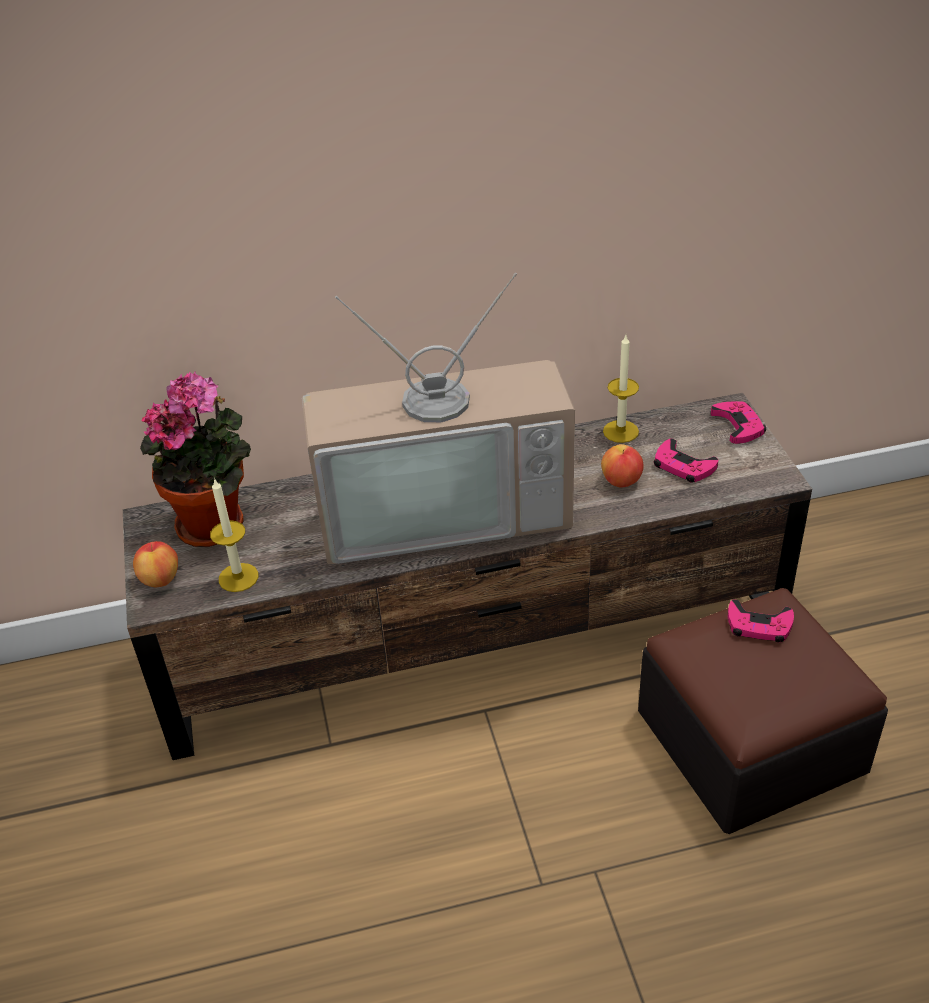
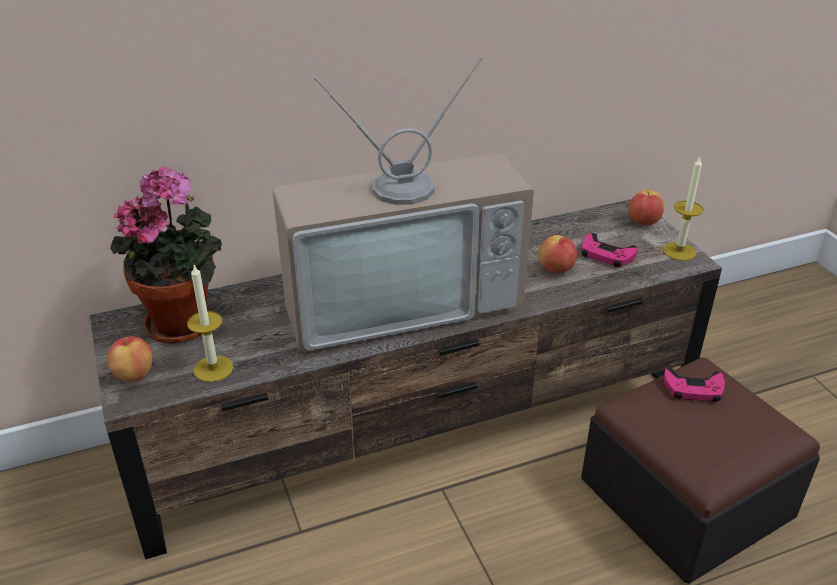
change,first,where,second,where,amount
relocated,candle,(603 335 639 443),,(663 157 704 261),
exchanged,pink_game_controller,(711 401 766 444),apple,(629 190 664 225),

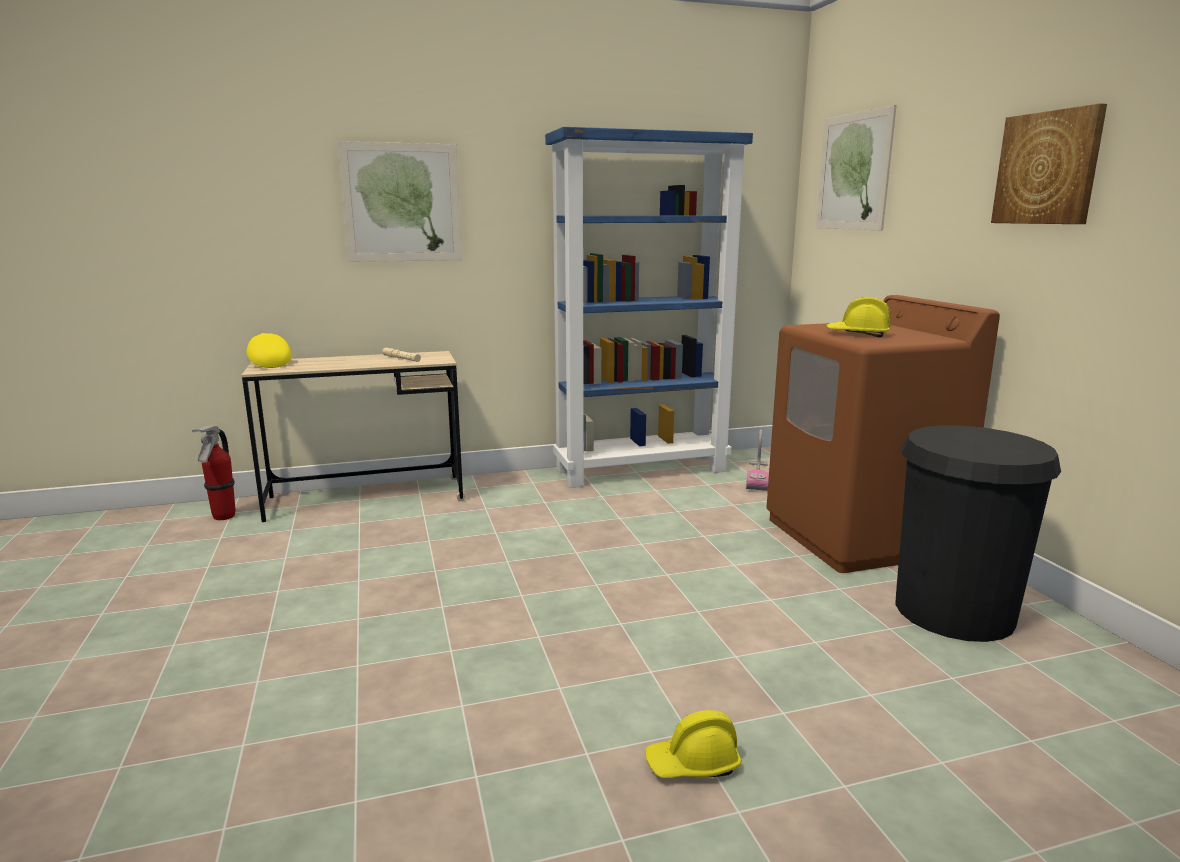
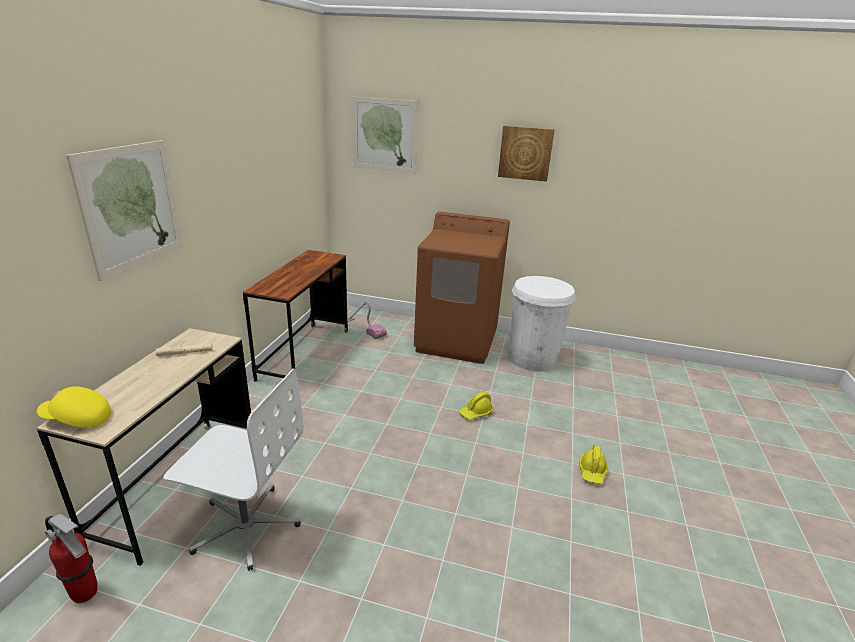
change,first,where,second,where,amount
exchanged,blue_bookcase,(545 127 753 488),brown_desk,(243 250 348 382),
relocated,yellow_hard_hat,(826 297 890 338),,(459 392 494 420),
colour,black_trash_can,(895 425 1061 642),white_trash_can,(508 276 576 372),
appeared,,,white_office_chair,(163 369 304 571),

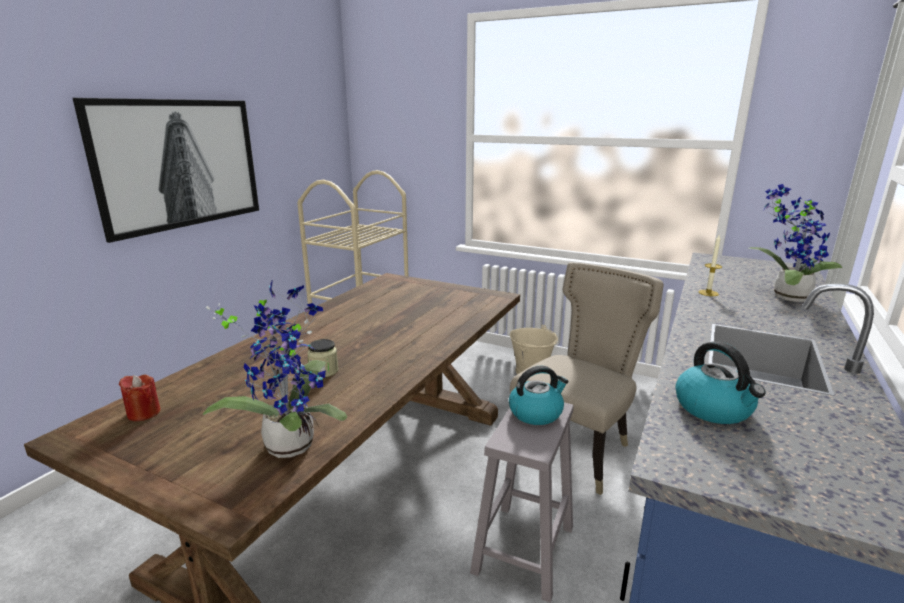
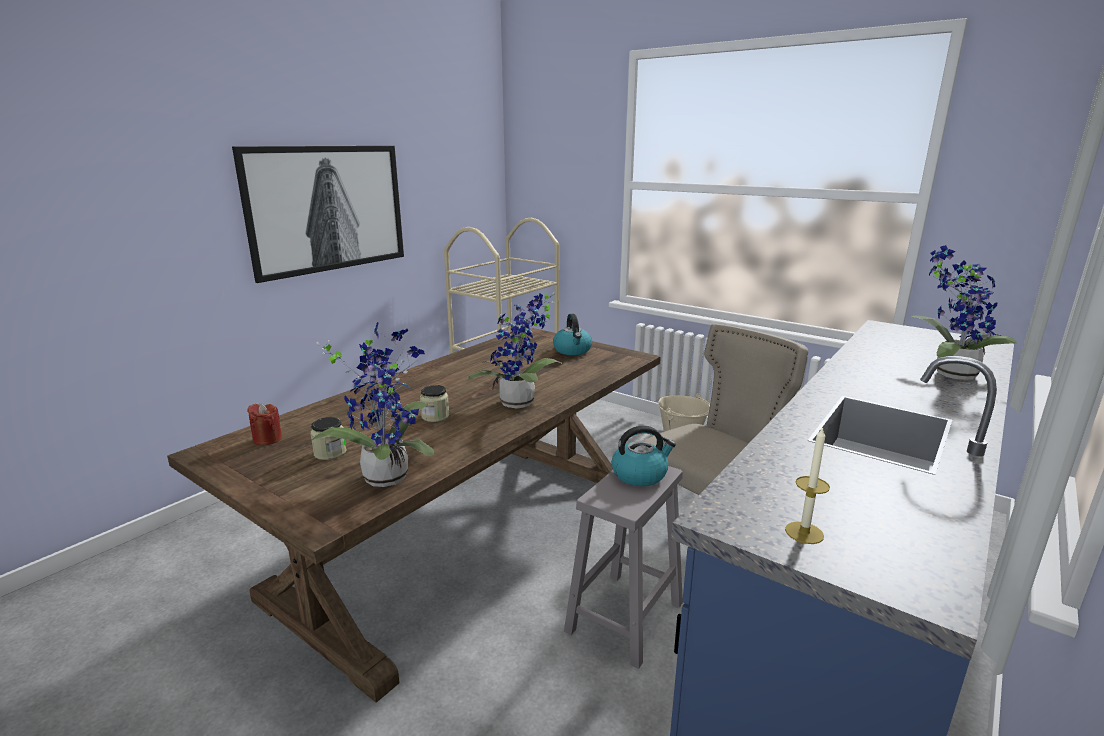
change,first,where,second,where,amount
relocated,candle,(698 235 722 296),,(785 426 830 544),
relocated,kettle,(675 341 766 424),,(553 314 592 355),
appeared,,,potted_plant,(468 292 563 409),
appeared,,,jar,(311 417 347 460),

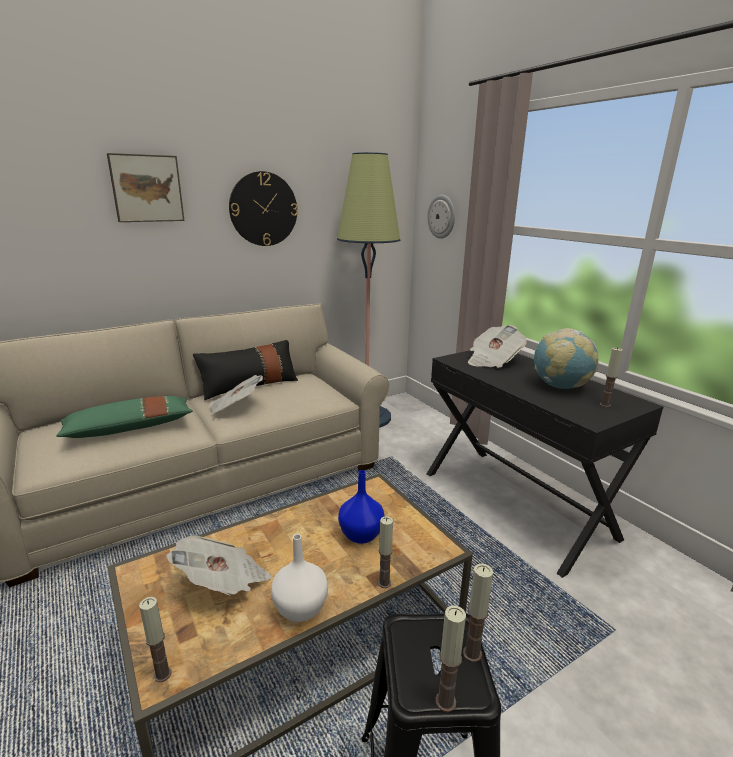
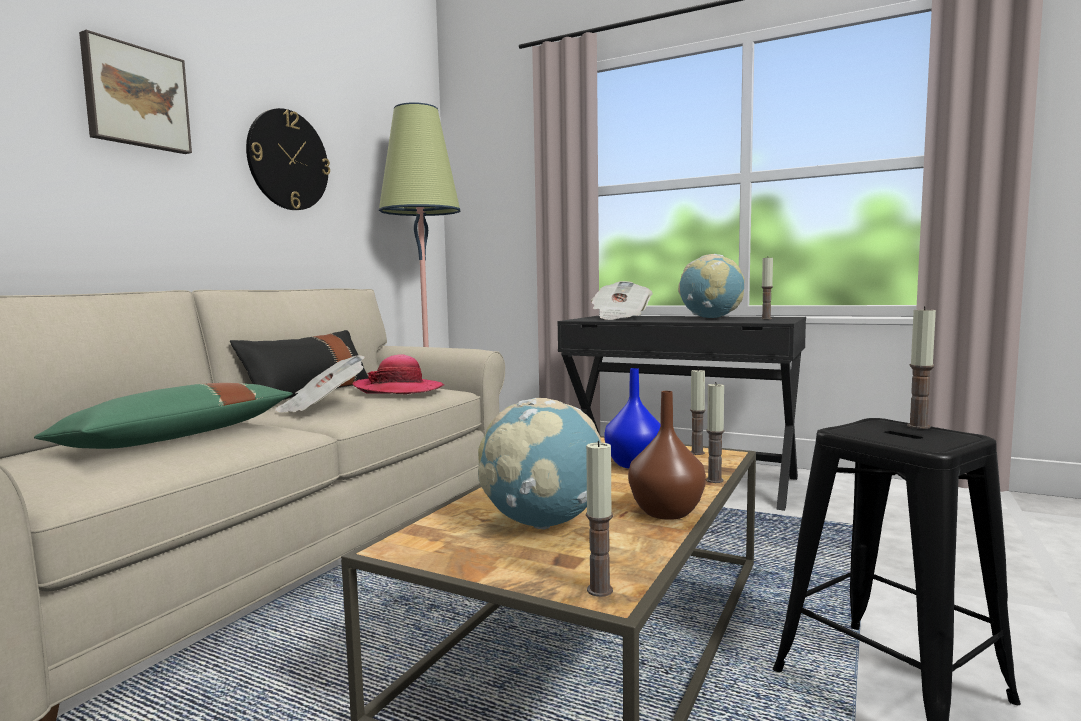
change,first,where,second,where,amount
missing,wall_clock,(427 195 455 239),,,
colour,white_vase,(271 534 328 622),brown_vase,(628 391 706 520),
exchanged,newspaper,(166 535 272 595),globe,(478 398 602 529),
relocated,candle,(435 605 466 712),,(690 368 705 455),
appeared,,,hat,(353 354 444 394),

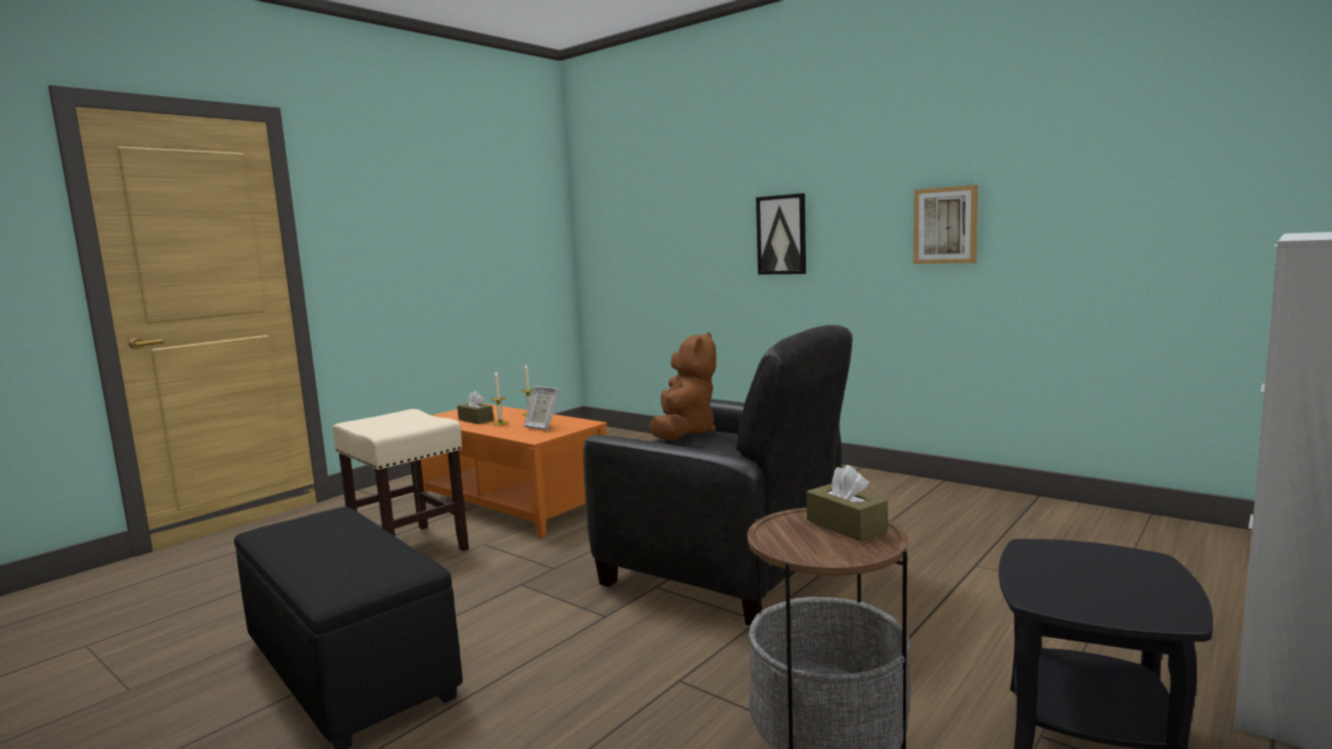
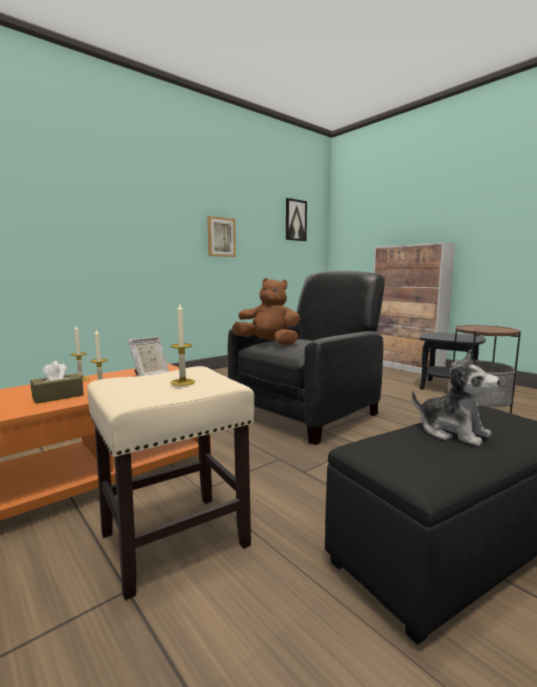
change,first,where,second,where,amount
relocated,picture,(756 193 806 275),,(286 198 307 241),
missing,brown_tissue_box,(806 465 888 541),,,
appeared,,,candle,(170 304 195 386),
appeared,,,plush_toy,(412 350 500 446),

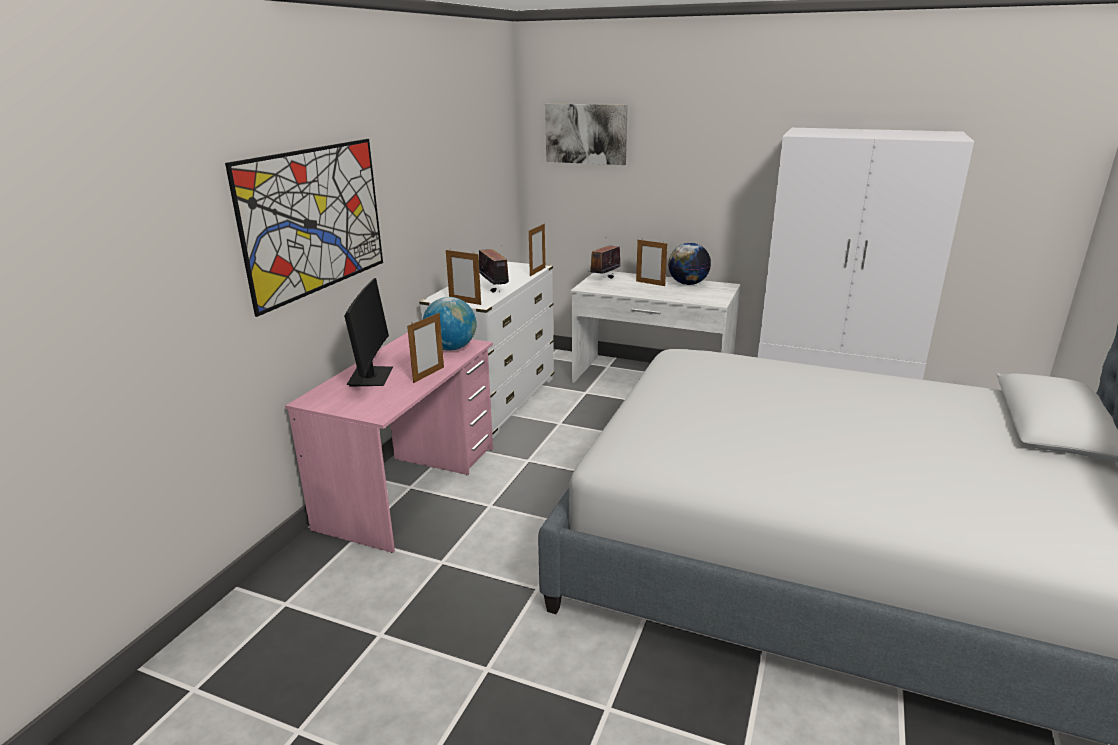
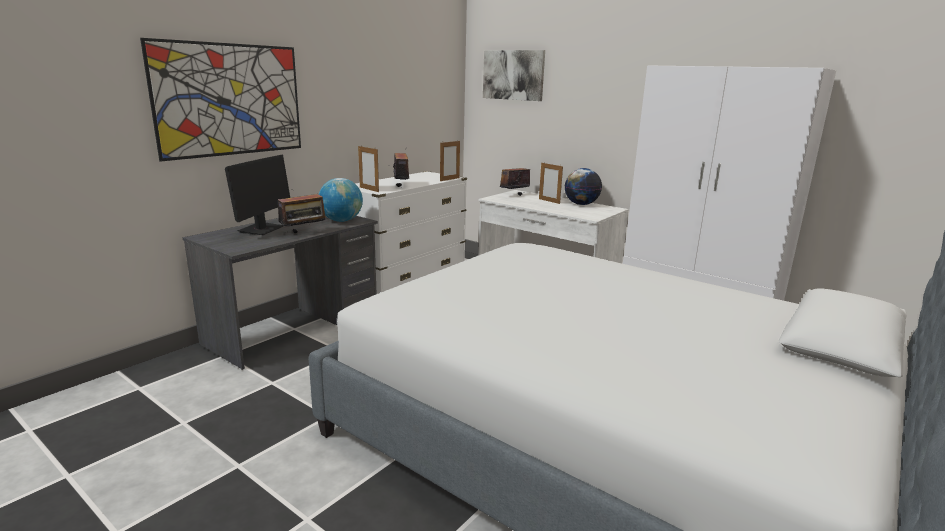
change,first,where,second,where,amount
exchanged,picture_frame,(407 312 444 383),radio,(278 194 328 233),
colour,pink_desk,(285 332 493 553),grey_desk,(183 216 378 370),

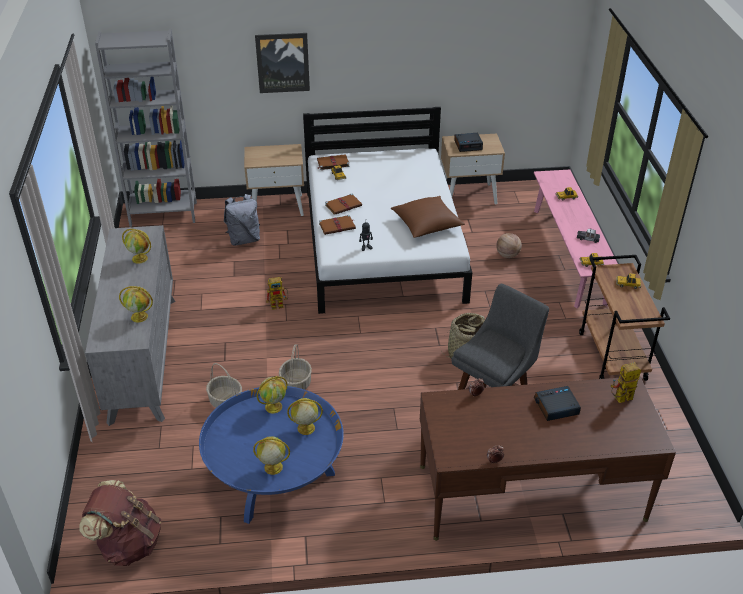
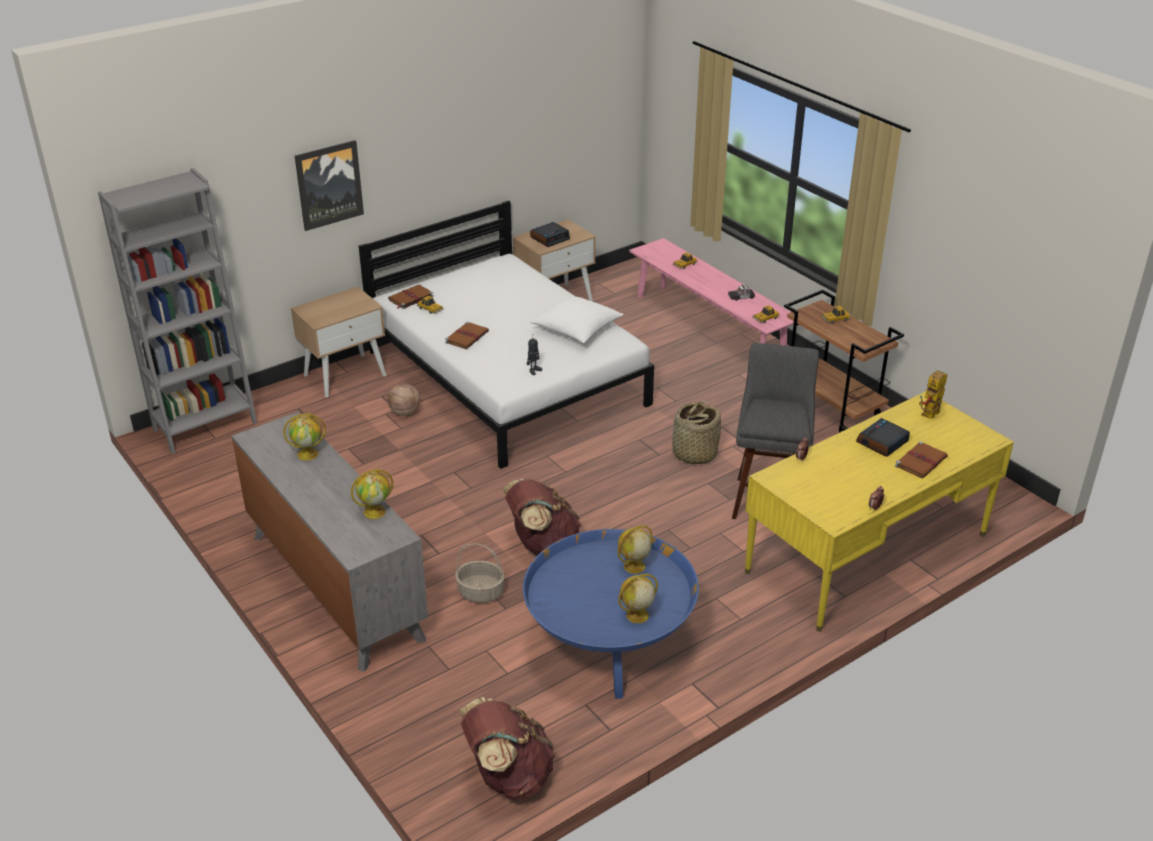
change,first,where,second,where,amount
missing,grey_backpack,(223 194 260 246),,,
colour,brown_pillow,(391 196 465 238),white_pillow,(530 295 624 343),
relocated,brown_book,(319 215 356 235),,(895 441 948 478),
relocated,basketball,(496 233 522 258),,(387 384 420 416),
missing,toy_robot,(266 277 288 310),,,
exchanged,basket,(279 344 312 390),brown_backpack,(503 479 582 555),
missing,globe,(257 376 287 413),,,
colour,brown_desk,(420 376 676 541),yellow_desk,(745 391 1014 632),

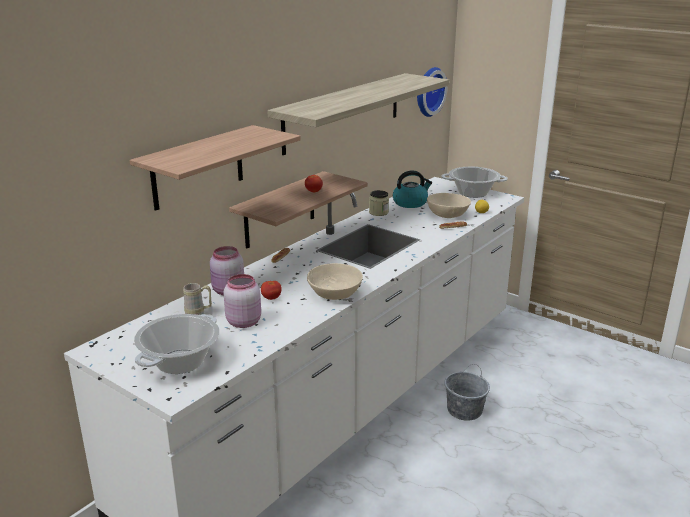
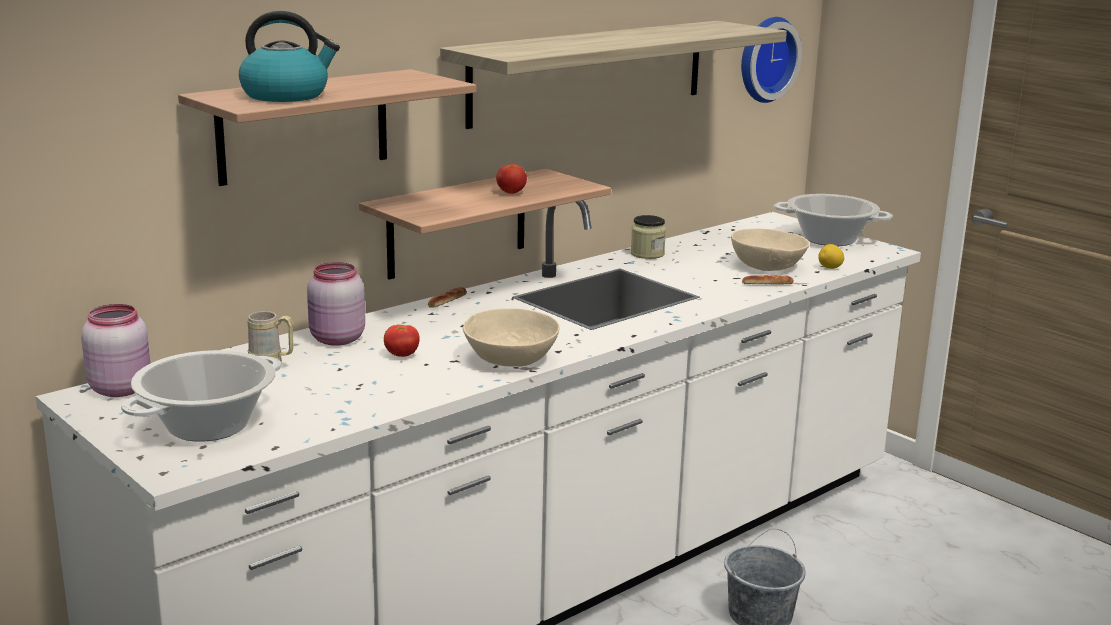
change,first,where,second,where,amount
relocated,kettle,(393 170 432 208),,(239 11 340 102),
relocated,pink_jar,(223 274 261 328),,(81 304 150 397),

